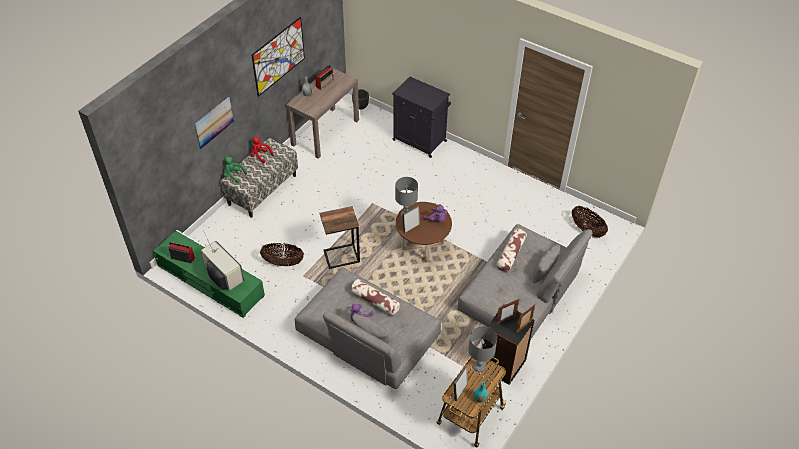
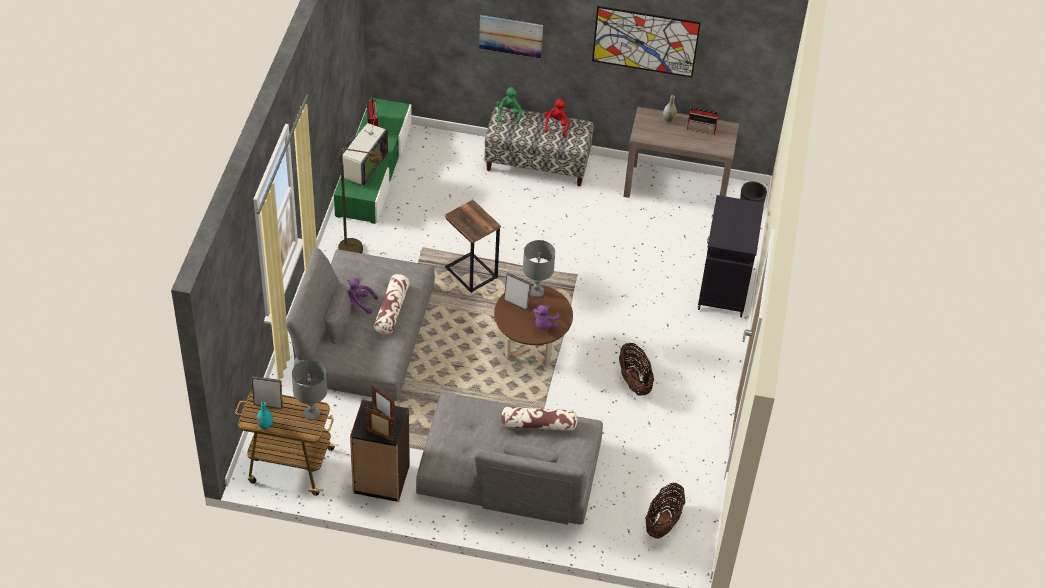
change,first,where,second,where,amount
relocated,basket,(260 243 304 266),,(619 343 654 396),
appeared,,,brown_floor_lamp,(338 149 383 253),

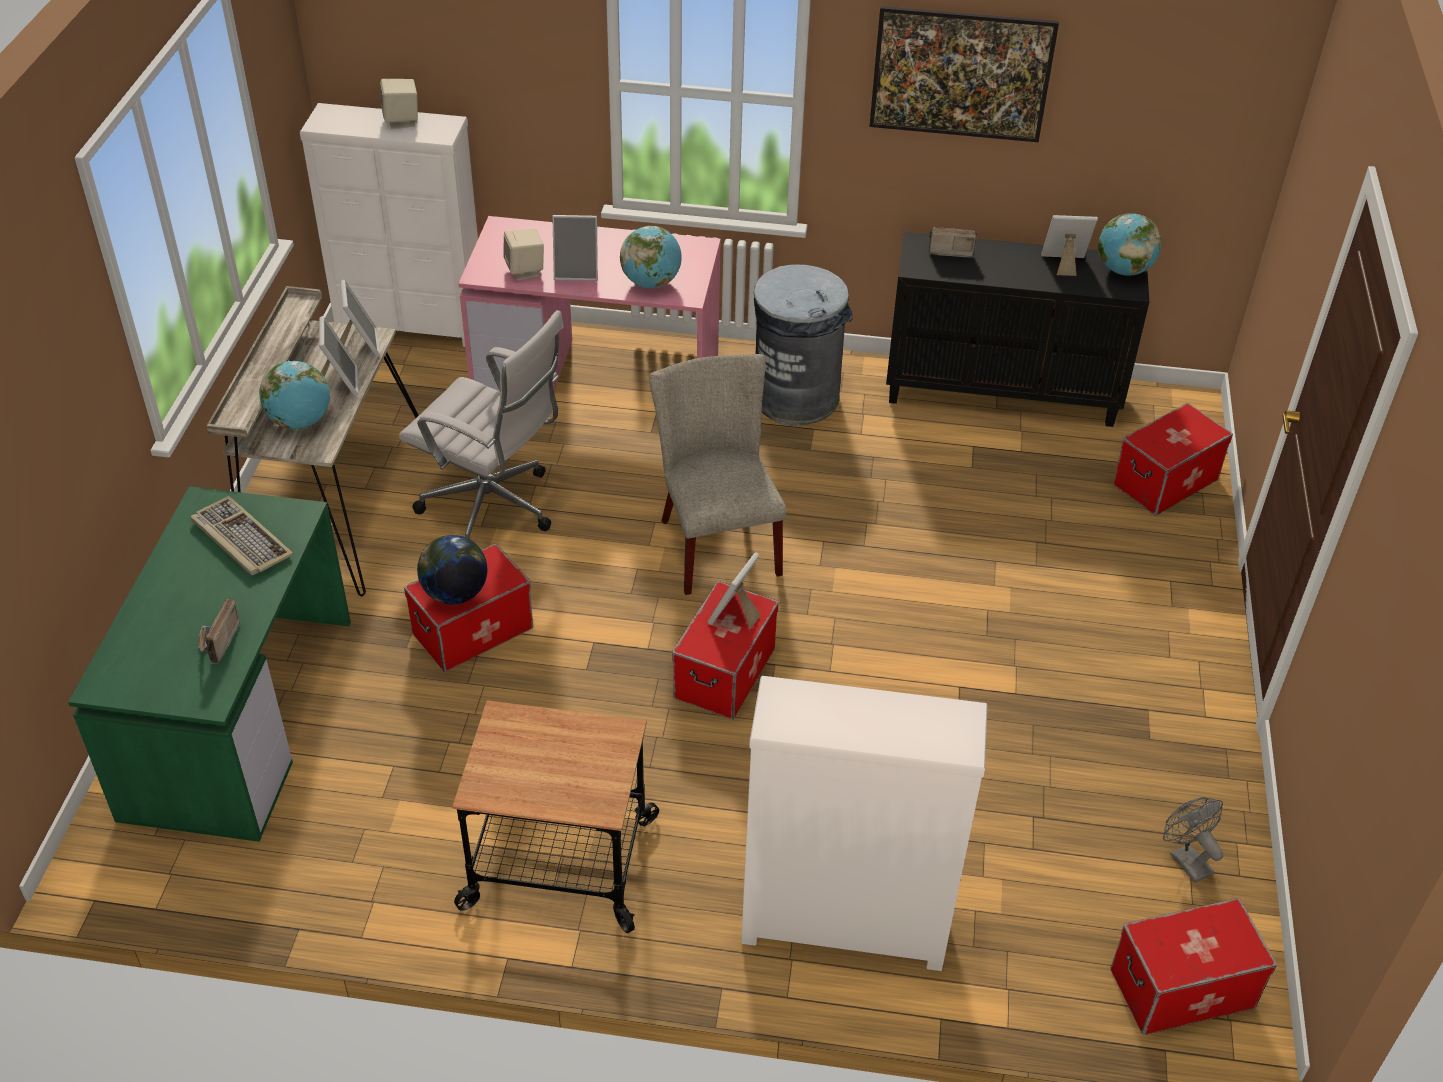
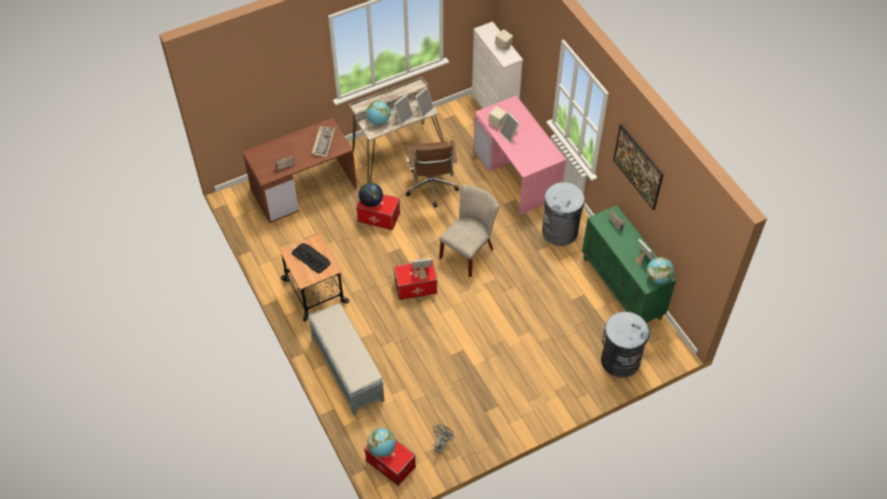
change,first,where,second,where,amount
relocated,globe,(620 226 682 288),,(367 428 396 457),
colour,black_cabinet,(886 231 1149 427),green_cabinet,(582 205 676 323),
colour,white_office_chair,(399 310 564 539),brown_office_chair,(406 140 459 207),
exchanged,storage_box,(1113 403 1233 516),grey_trash_can,(601 312 650 378),
colour,green_desk,(68 486 351 842),brown_desk,(243 118 357 223),
exchanged,white_dresser,(741 676 988 971),grey_bench,(307 303 385 416),
appeared,,,keyboard,(292 243 331 273),

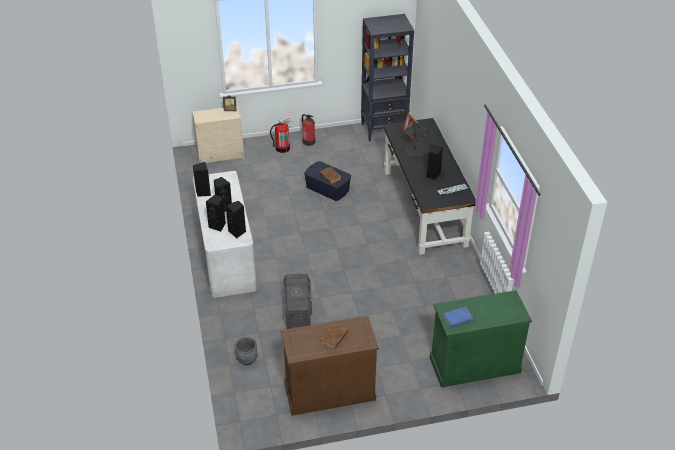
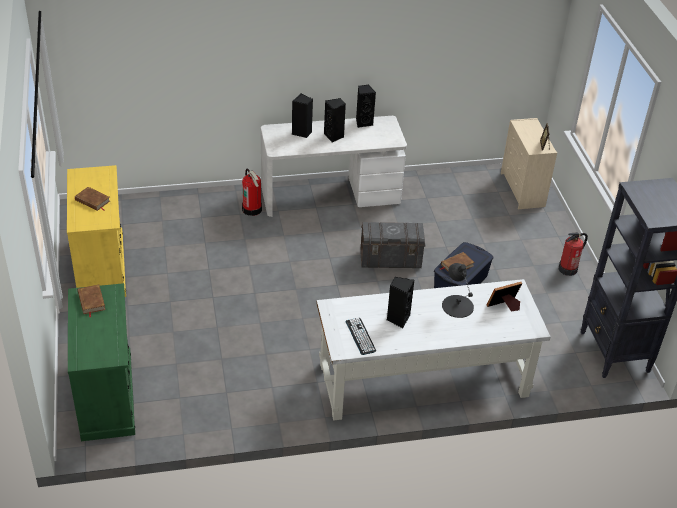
change,first,where,second,where,amount
relocated,fire_extinguisher,(270 116 294 153),,(242 169 262 216),
colour,black_desk,(383 118 476 255),white_desk,(317 279 551 421),
missing,black_speaker,(226 201 246 239),,,
relocated,grey_storage_box,(284 274 312 329),,(360 222 426 268),
colour,blue_book,(443 307 476 328),brown_book,(78 285 105 317),
colour,brown_cabinet,(280 316 379 416),yellow_cabinet,(67 165 126 297),
missing,grey_planter,(235 337 258 365),,,

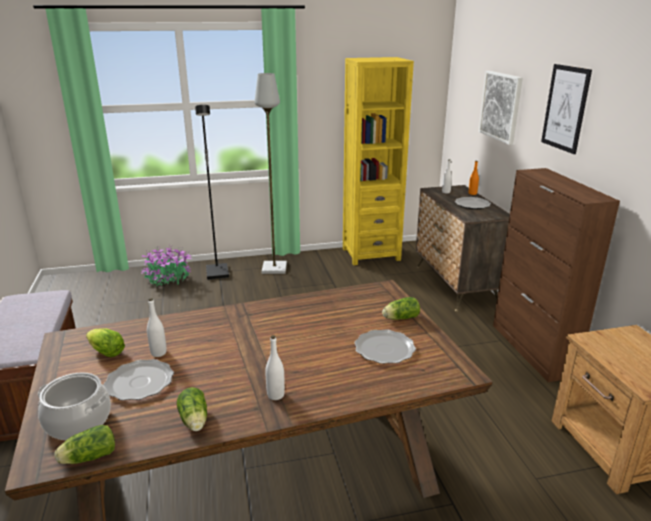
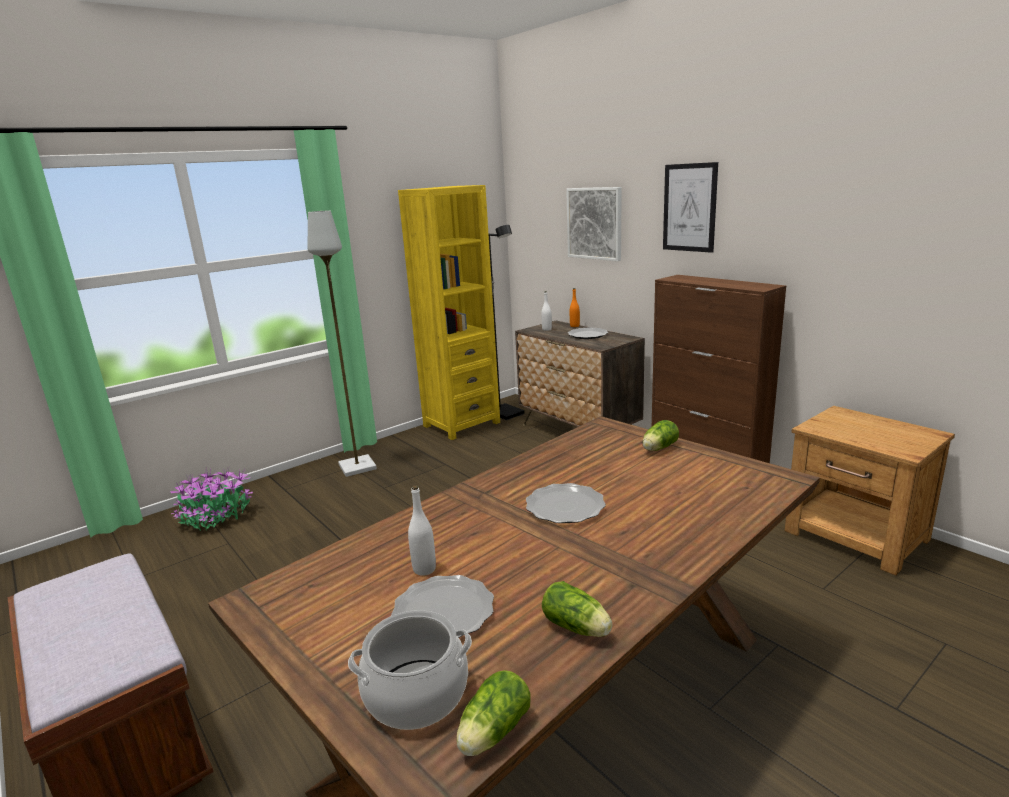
change,first,where,second,where,amount
relocated,black_floor_lamp,(195 105 229 280),,(489 225 524 421),
missing,lettuce,(86 328 125 357),,,
relocated,plate,(354 329 416 364),,(526 483 606 523),
missing,white_bottle,(266 335 285 400),,,

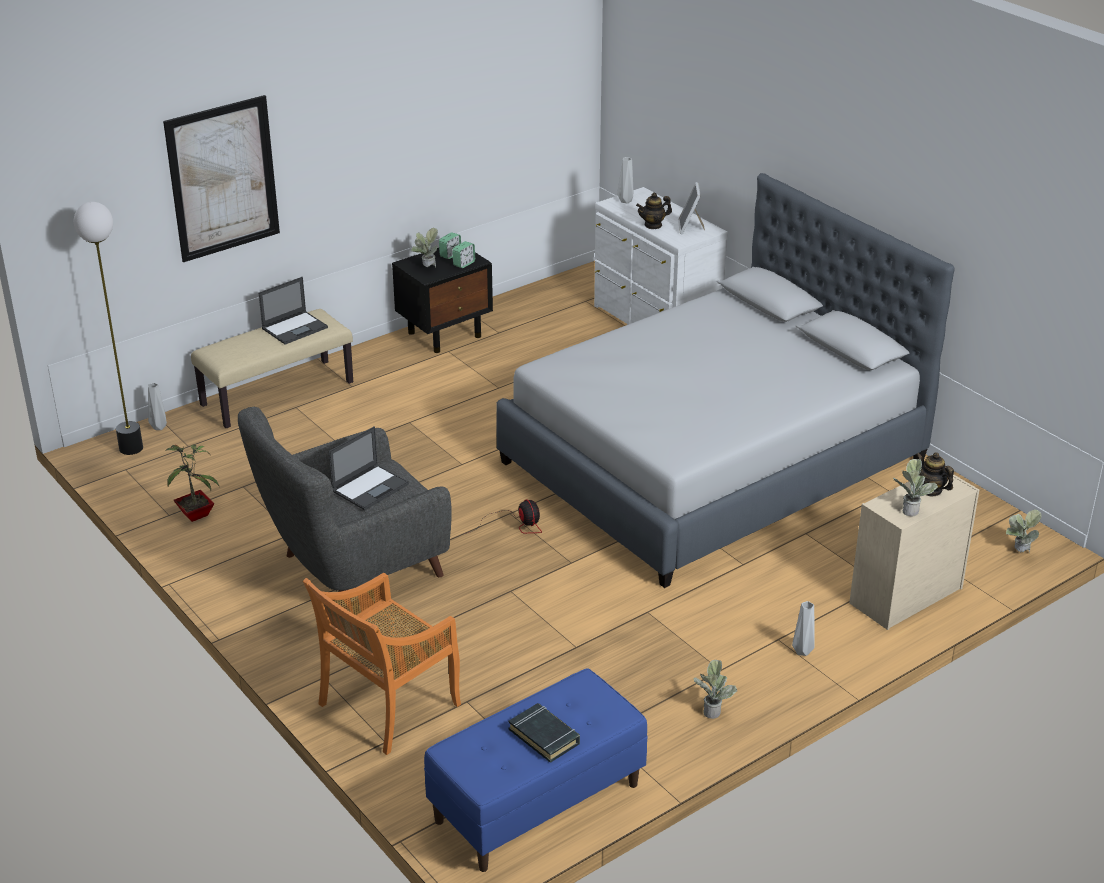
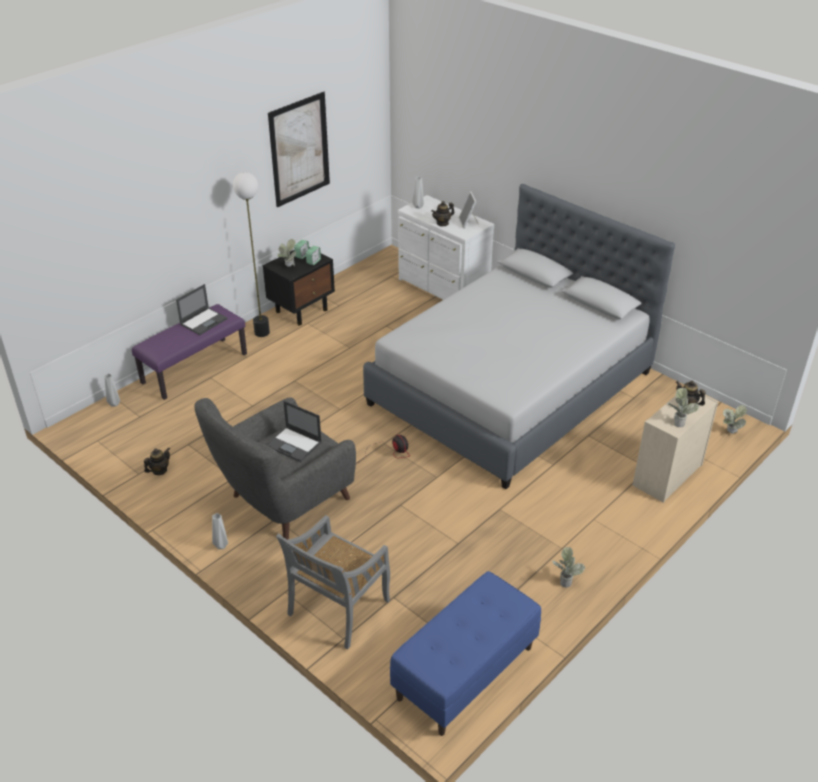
change,first,where,second,where,amount
relocated,picture,(163 95 280 262),,(268 92 330 207),
relocated,floor_lamp,(74 202 143 455),,(233 172 270 337),
colour,beige_bench,(191 309 353 429),purple_bench,(132 304 247 400),
spun,laptop,(329 426 409 510),,(266 401 322 462),90 degrees clockwise
exchanged,potted_plant,(164 445 220 522),teapot,(144 447 170 475),
colour,orange_chair,(303 573 461 755),grey_chair,(276 515 390 649),
relocated,grey_vase,(792 601 815 656),,(212 513 228 549),
missing,black_book,(508 703 580 763),,,

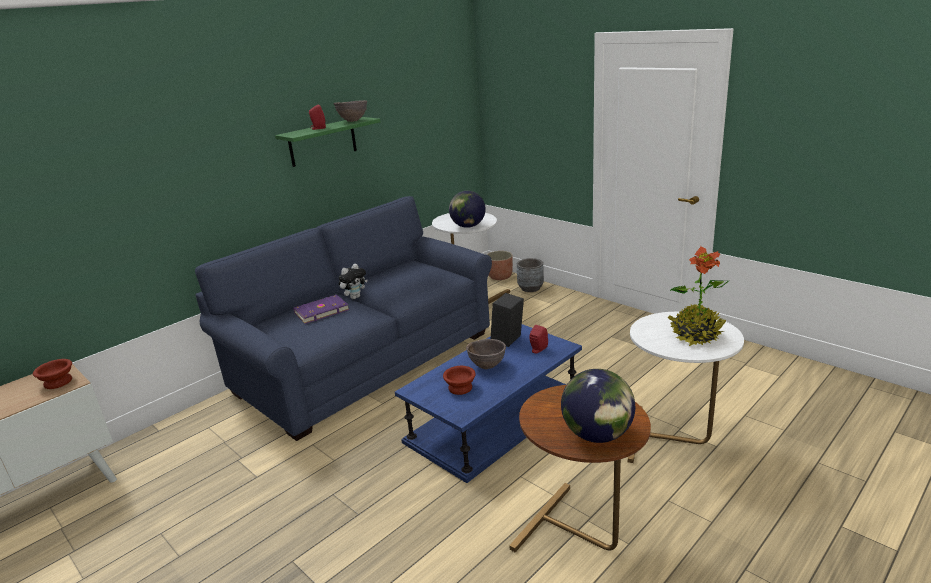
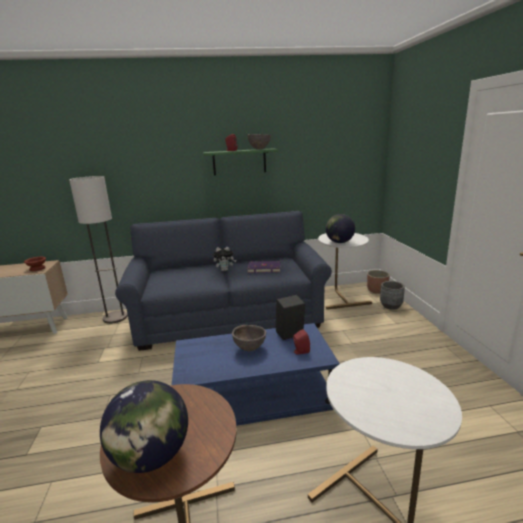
change,first,where,second,where,amount
missing,potted_plant,(668 246 730 346),,,
relocated,purple_book,(293 295 349 324),,(247 261 280 273),
missing,brown_bowl,(443 366 476 395),,,
appeared,,,floor_lamp,(69 176 128 324),

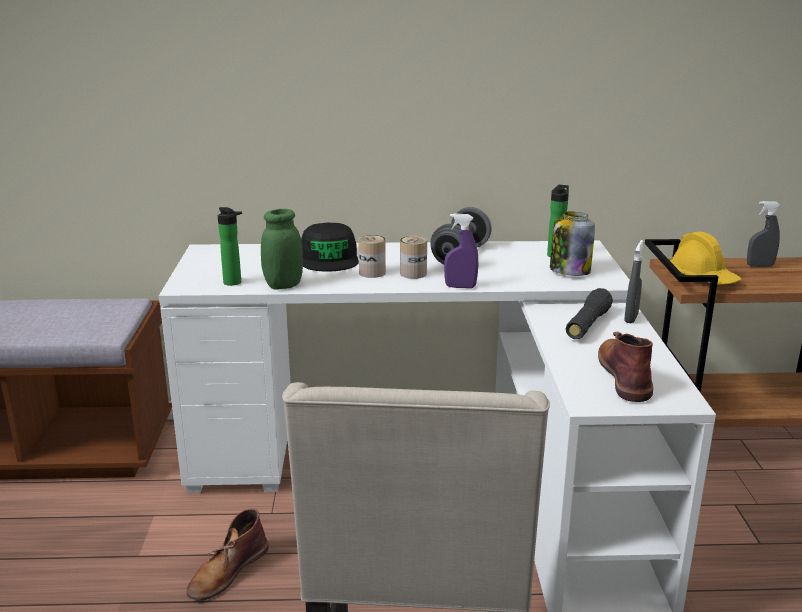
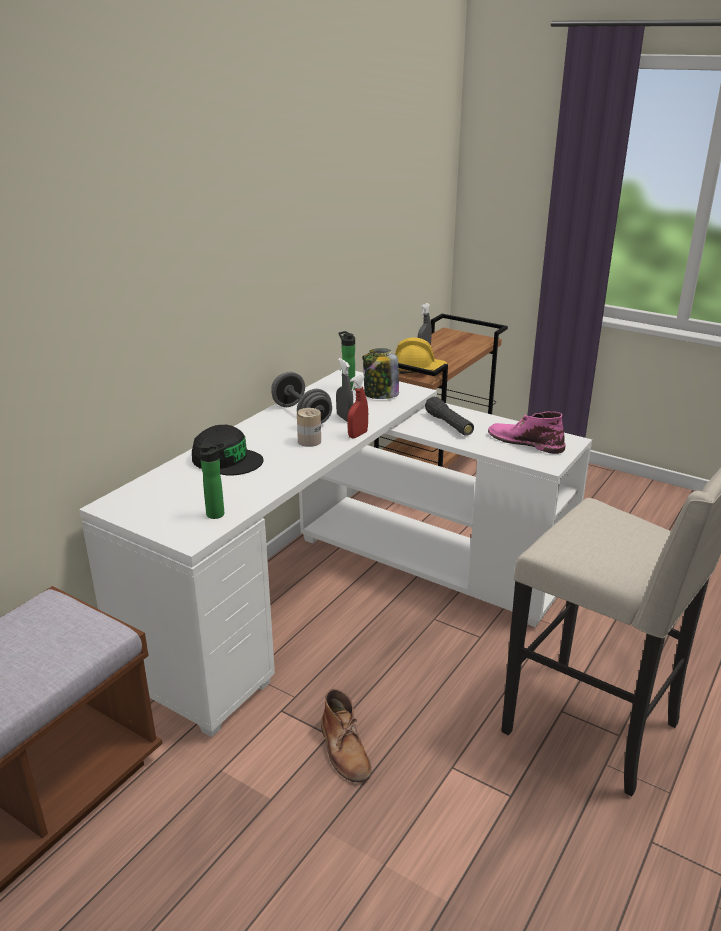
change,first,where,second,where,amount
missing,green_jar,(261 209 303 289),,,
colour,purple_spray_bottle,(444 213 478 288),red_spray_bottle,(347 375 368 438),
missing,can,(358 235 386 278),,,
relocated,grey_spray_bottle,(624 240 644 323),,(336 358 354 421),
colour,brown_boot,(598 332 653 402),pink_boot,(488 411 566 454),

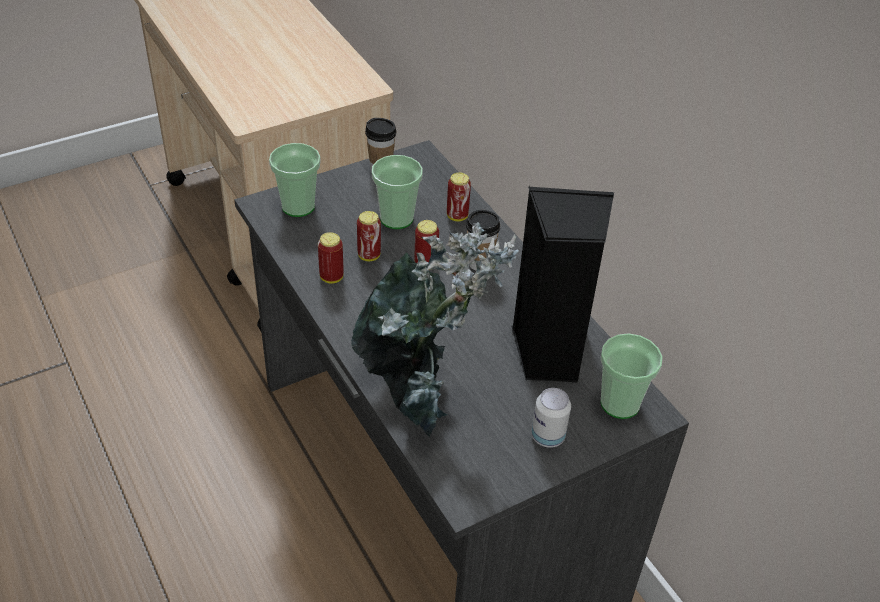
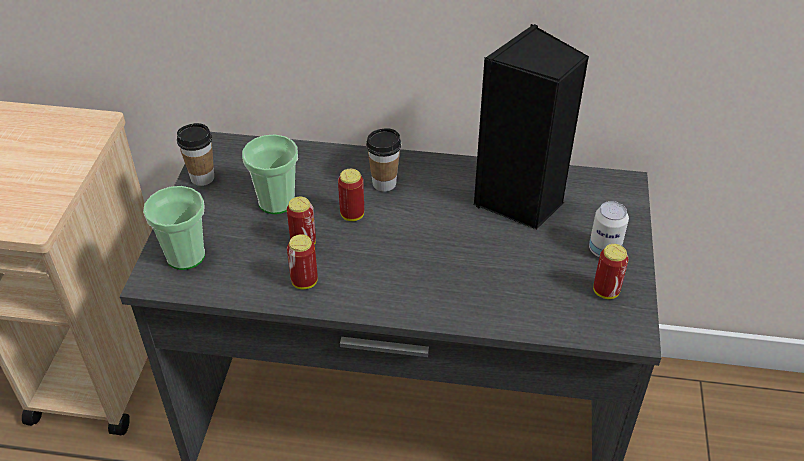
change,first,where,second,where,amount
relocated,can,(447 172 471 221),,(593 244 629 299),
missing,potted_plant,(351 222 519 437),,,
missing,cup,(600 333 663 419),,,

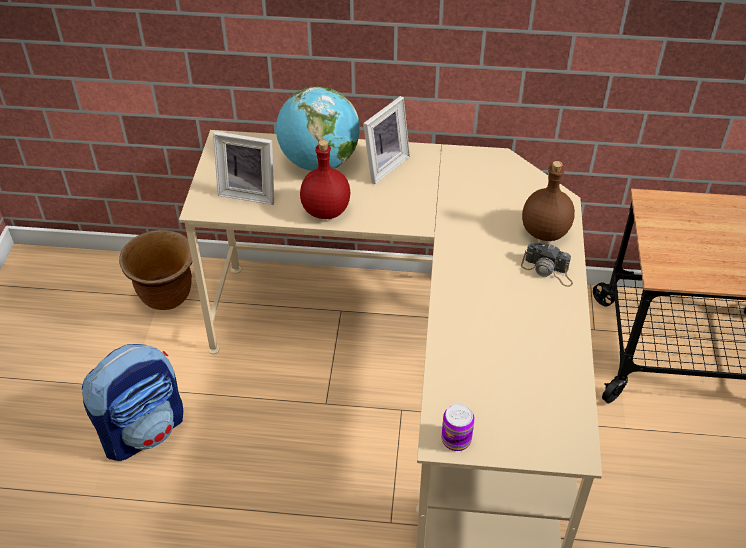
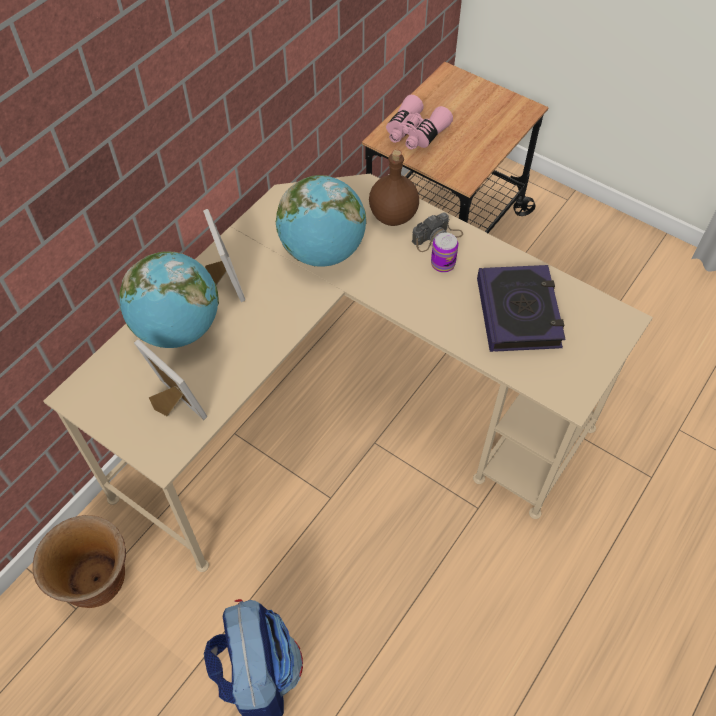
change,first,where,second,where,amount
spun,picture_frame,(213 131 274 205),,(134 339 207 420),90 degrees counterclockwise
missing,red_bottle,(300 140 350 219),,,
relocated,can,(441 404 475 451),,(431 232 459 273),
appeared,,,pink_binoculars,(386 95 453 149),
appeared,,,globe,(276 175 366 267),
appeared,,,book,(477 265 565 352),

